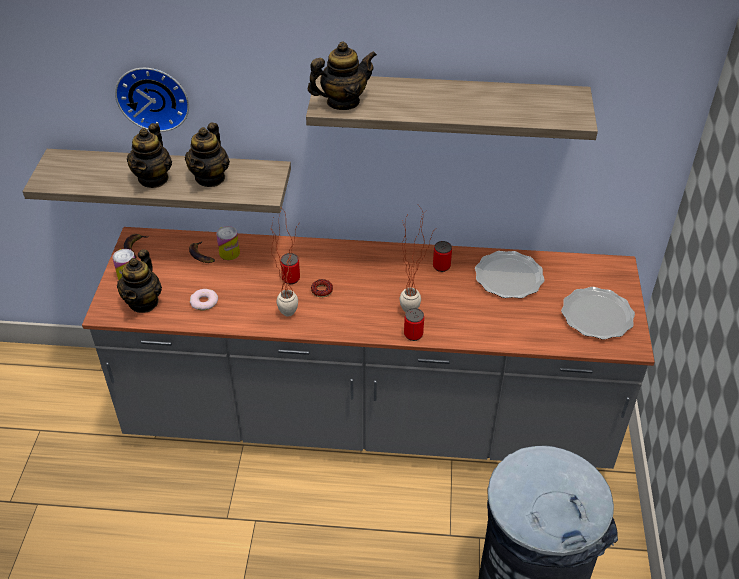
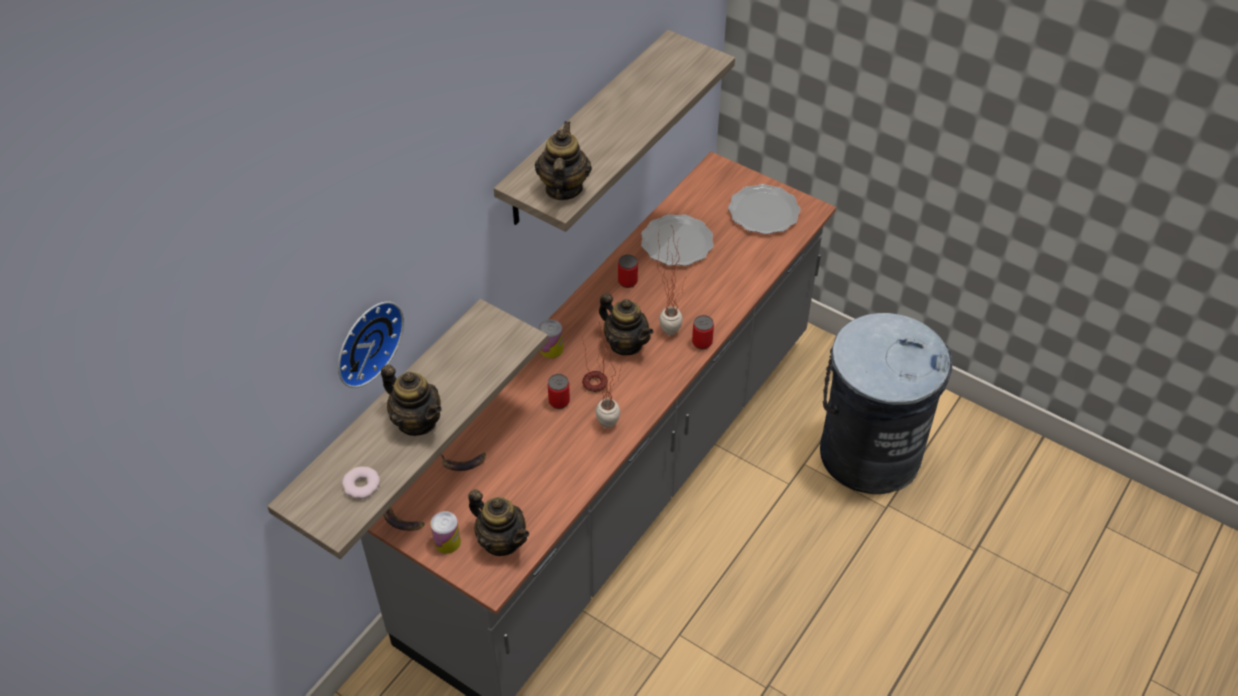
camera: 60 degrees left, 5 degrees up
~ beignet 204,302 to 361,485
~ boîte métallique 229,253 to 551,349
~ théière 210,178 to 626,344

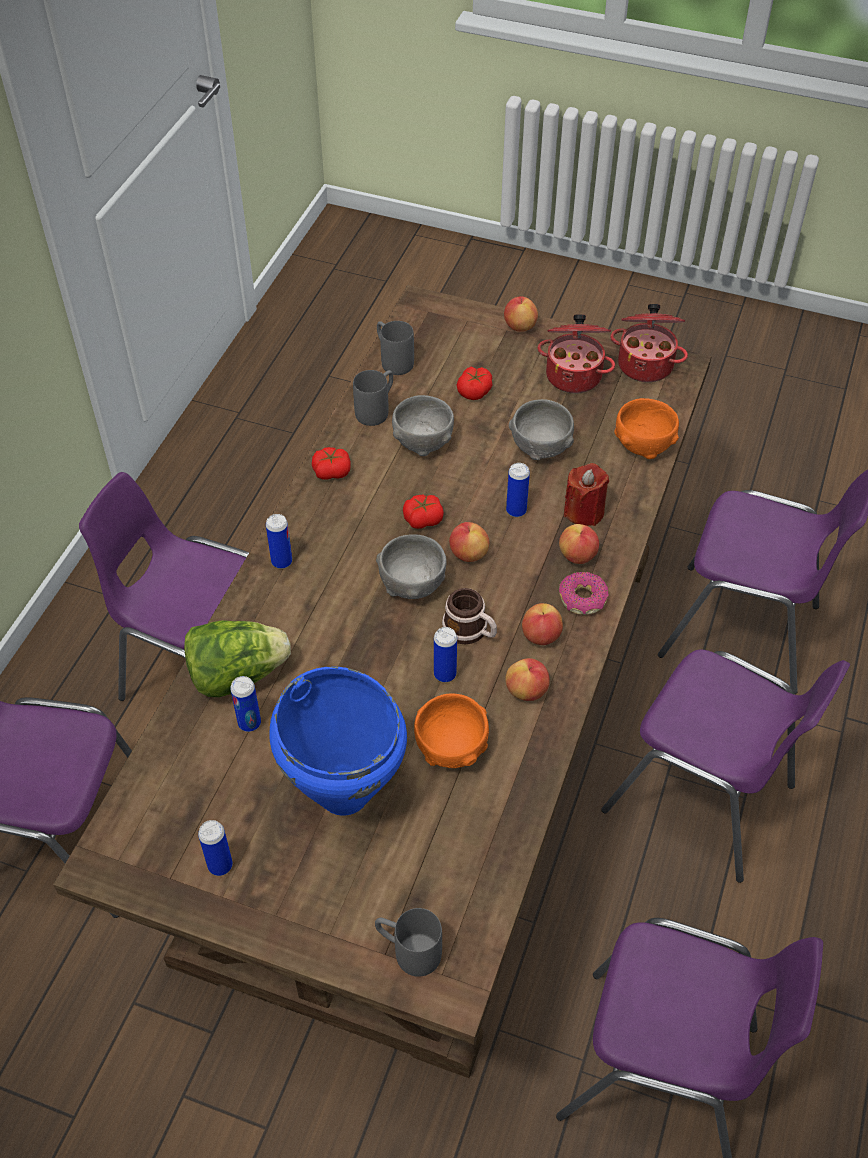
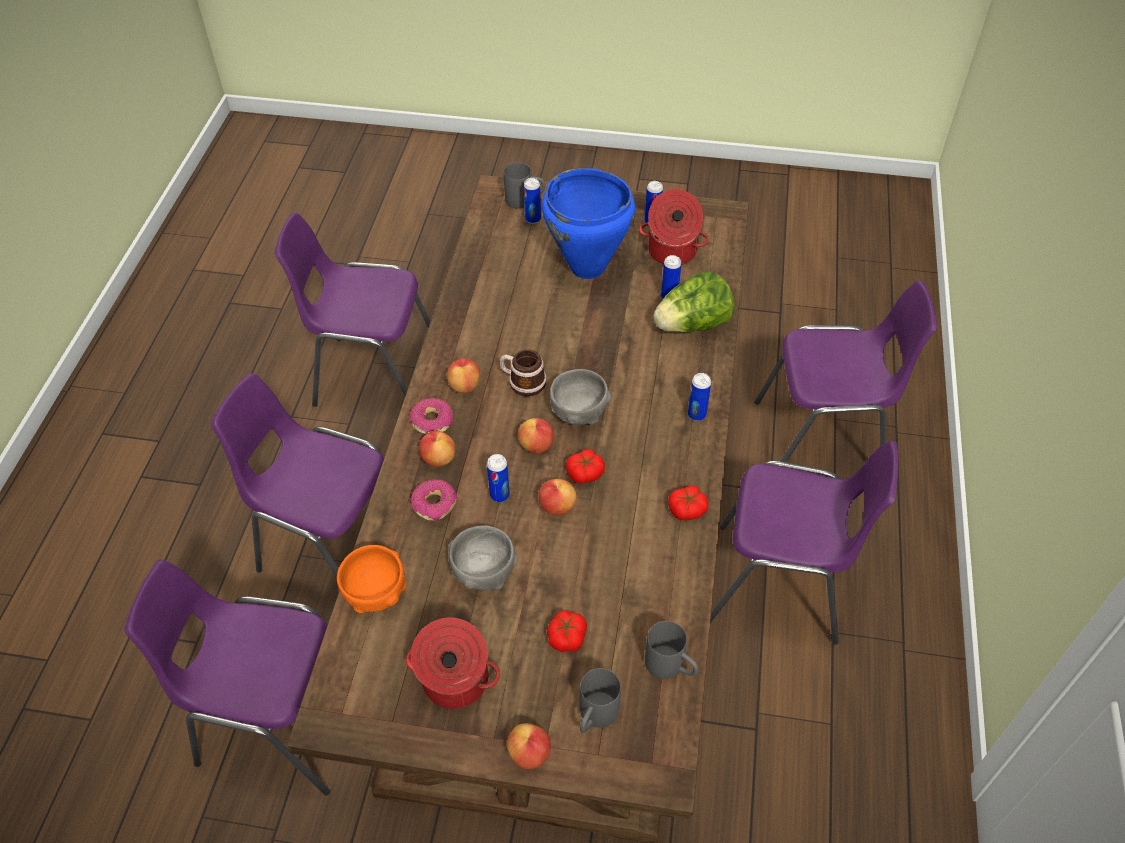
camera: 170 degrees right, 0 degrees up
~ bougie/rouge 584,511 to beignet 435,504
~ boîte métallique 445,674 to 533,219
~ pomme 526,691 to 557,507
~ mug/gris 377,410 to 595,717
~ marmite 646,364 to 671,252
- bol/gris 422,442
- bol/orange 451,747

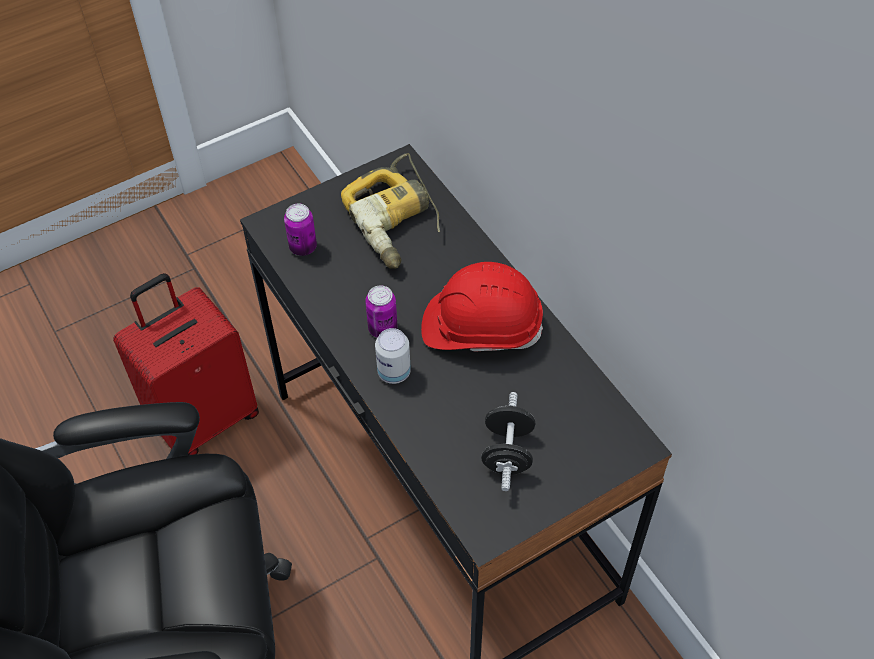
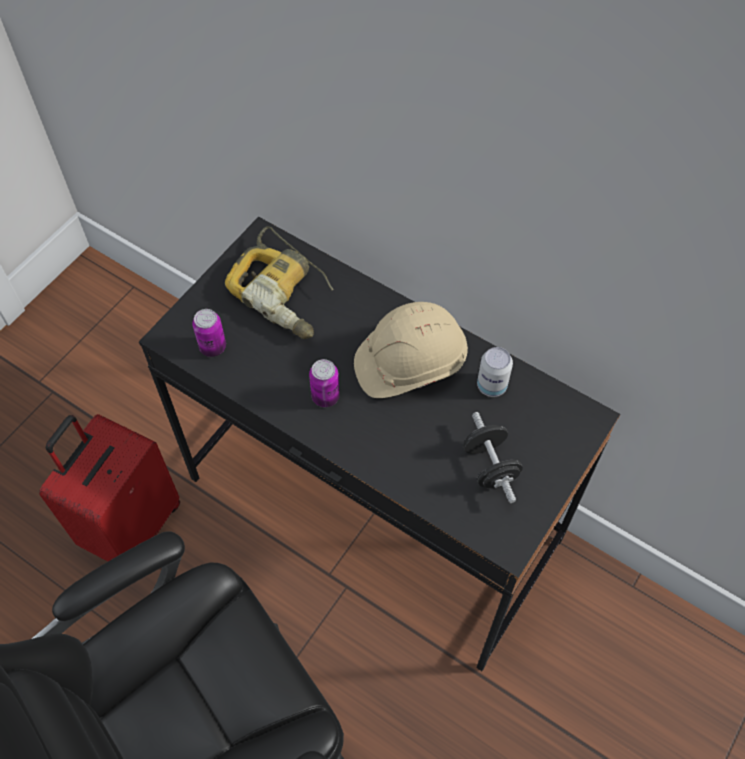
camera: 25 degrees left, 5 degrees up
~ casque de chantier/rouge 481,327 to casque de chantier/beige 409,363
~ boîte métallique 394,372 to 491,386

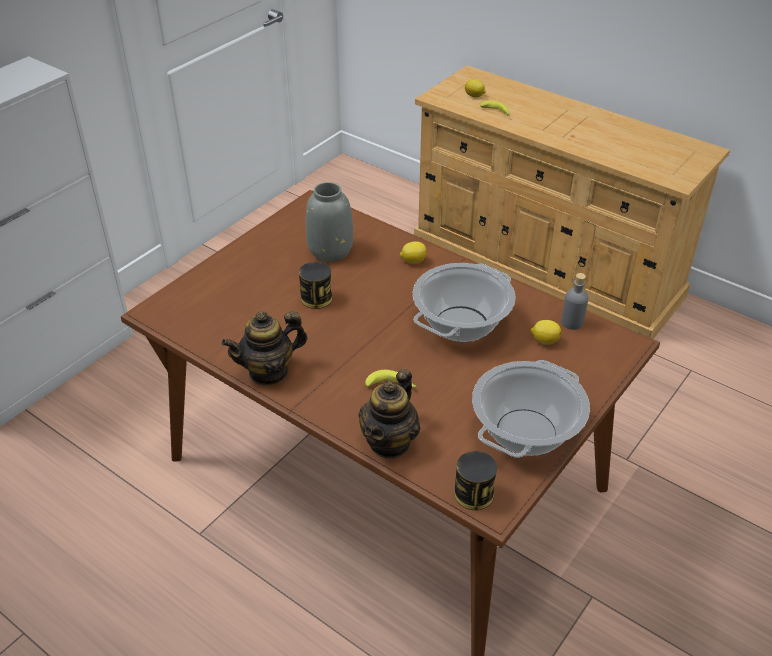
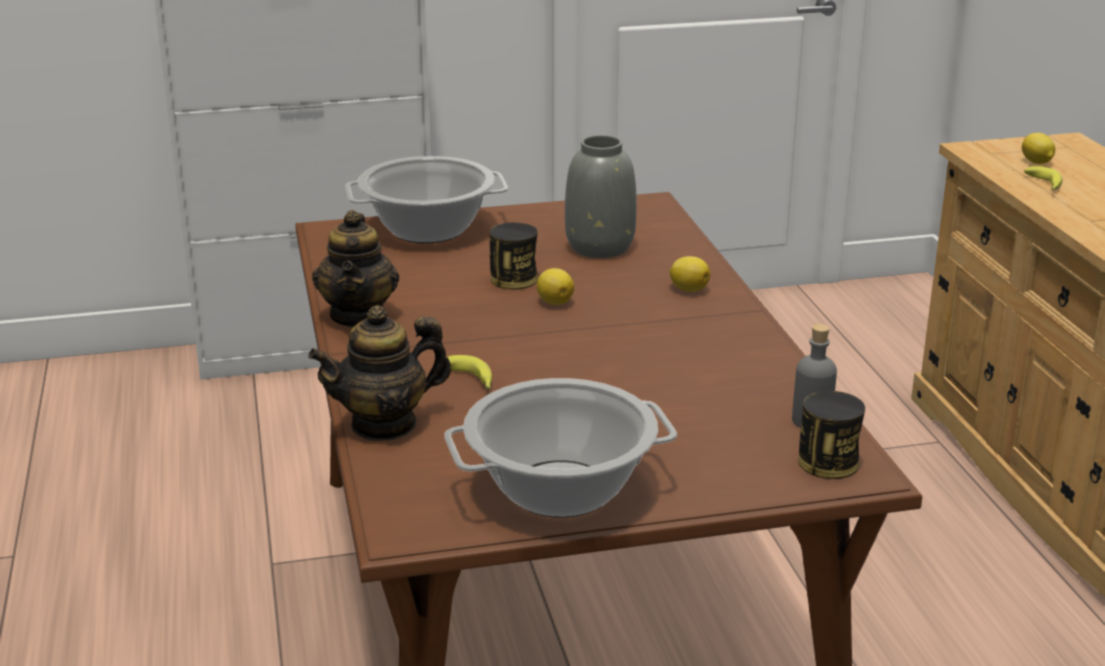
camera: 40 degrees right, 15 degrees down
~ théière 269,372 = 359,316 105 degrees counterclockwise
~ marmite 461,324 to 428,229
~ citron 544,340 to 555,302
~ boîte métallique 473,494 to 828,463

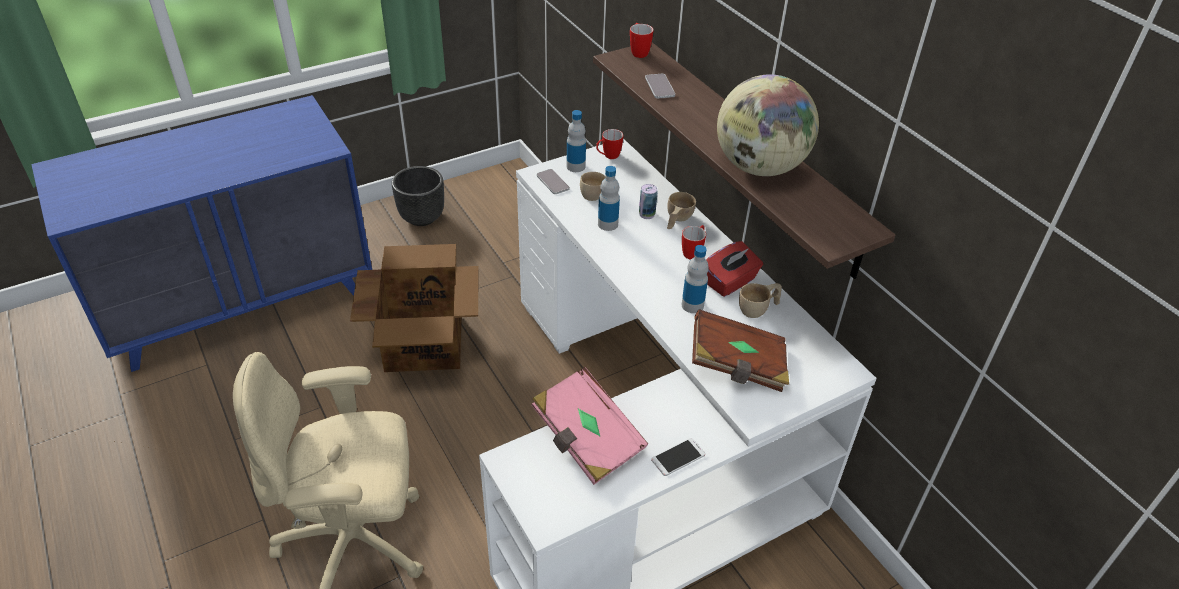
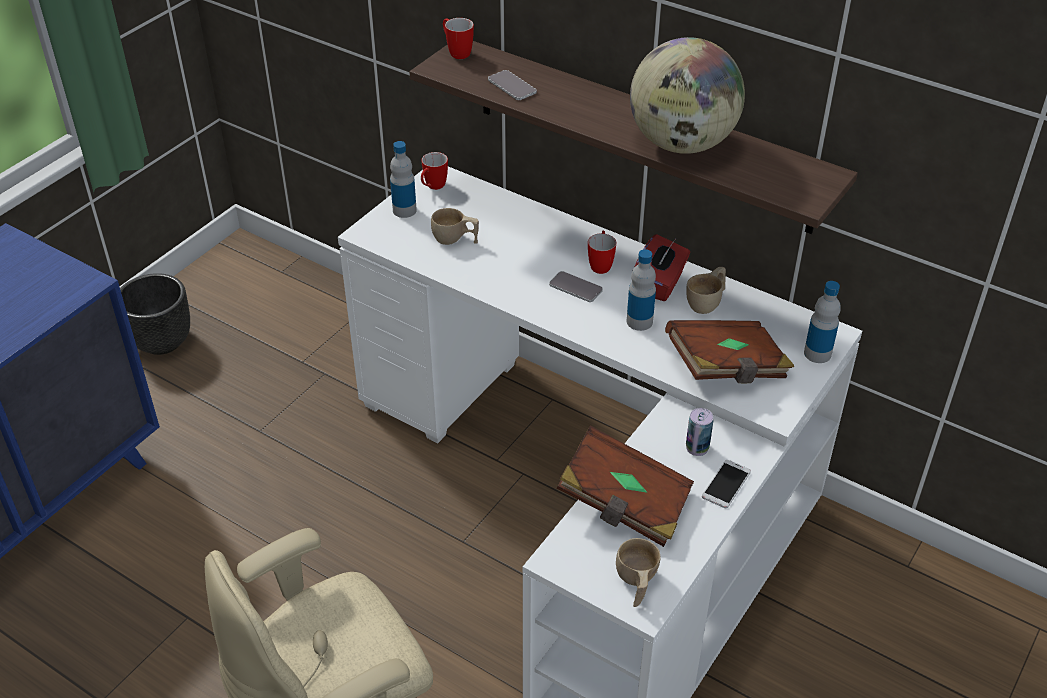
camera: 25 degrees left, 0 degrees up
~ téléphone 553,182 to 575,287
~ livre/rose 587,439 to livre/marron 624,504
~ tasse/beige 677,220 to 635,583
~ boîte métallique 647,214 to 697,448
~ bouteille 608,224 to 817,353
- carton 424,343

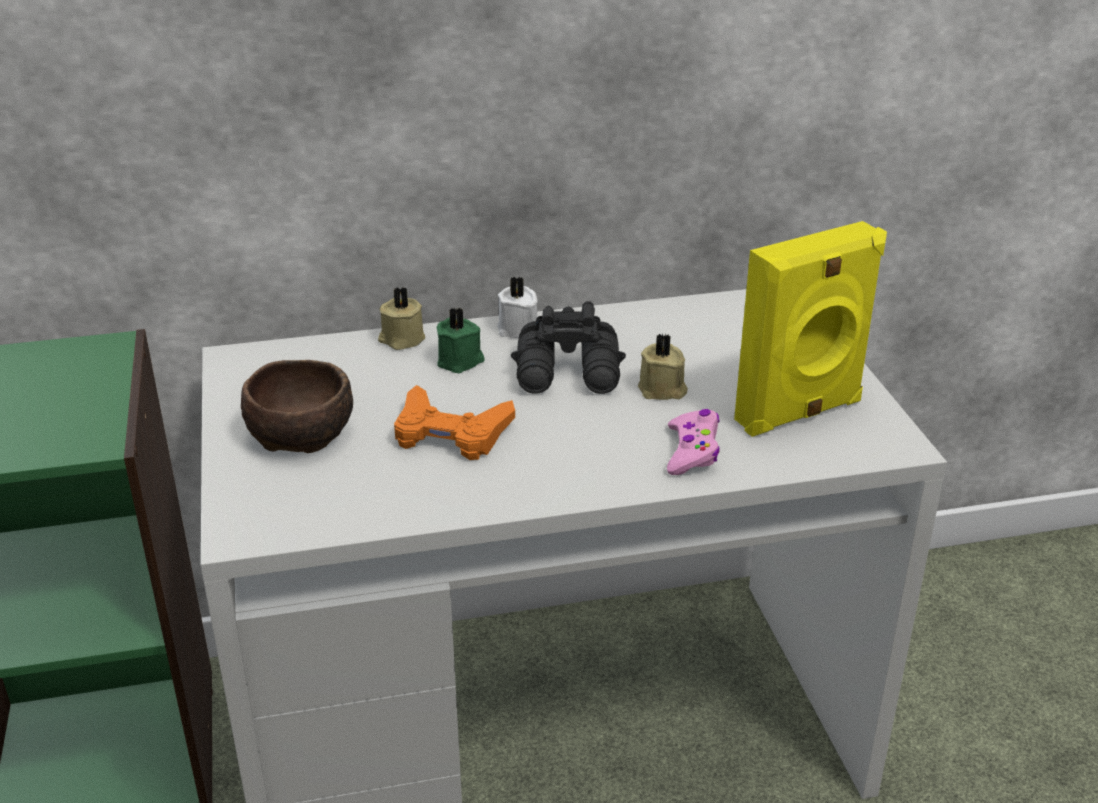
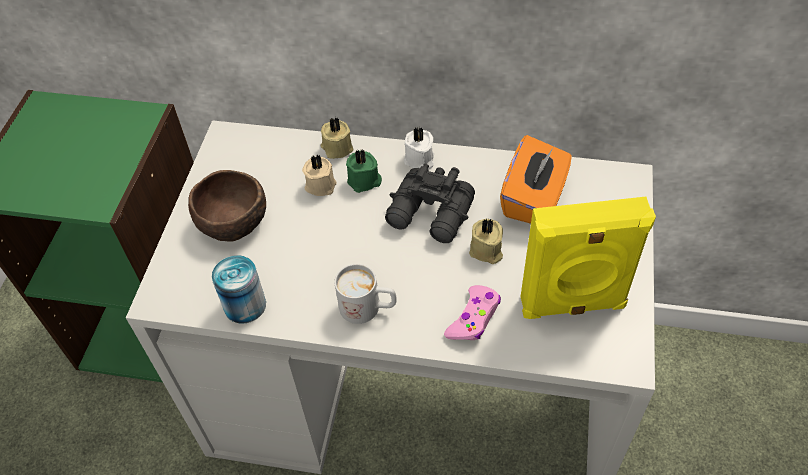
camera: 25 degrees right, 20 degrees up
+ boîte métallique 245,305
+ bougie/beige 320,184
+ mug/blanc 368,308
+ boîte à mouchoirs/orange 533,199
- manette/orange 450,433

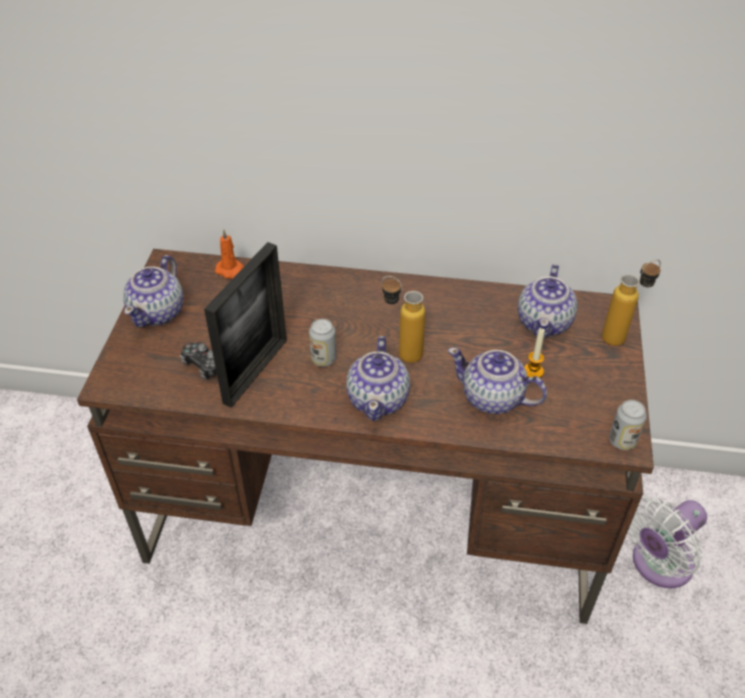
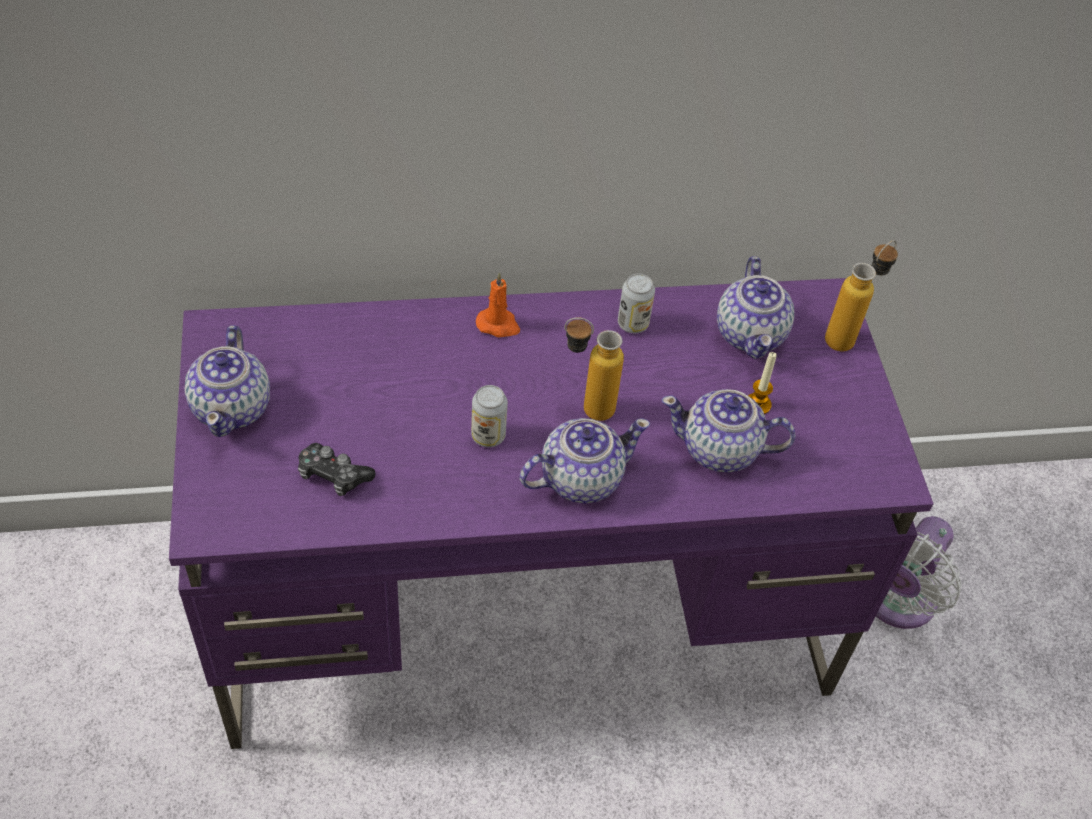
camera: 20 degrees left, 5 degrees up
~ bureau/marron 375,513 to bureau/violet 528,610
~ bougie/orange 231,271 to 498,325
~ théière 378,399 = 579,478 105 degrees counterclockwise
~ boîte métallique 622,441 to 632,324
- cadre photo 255,371

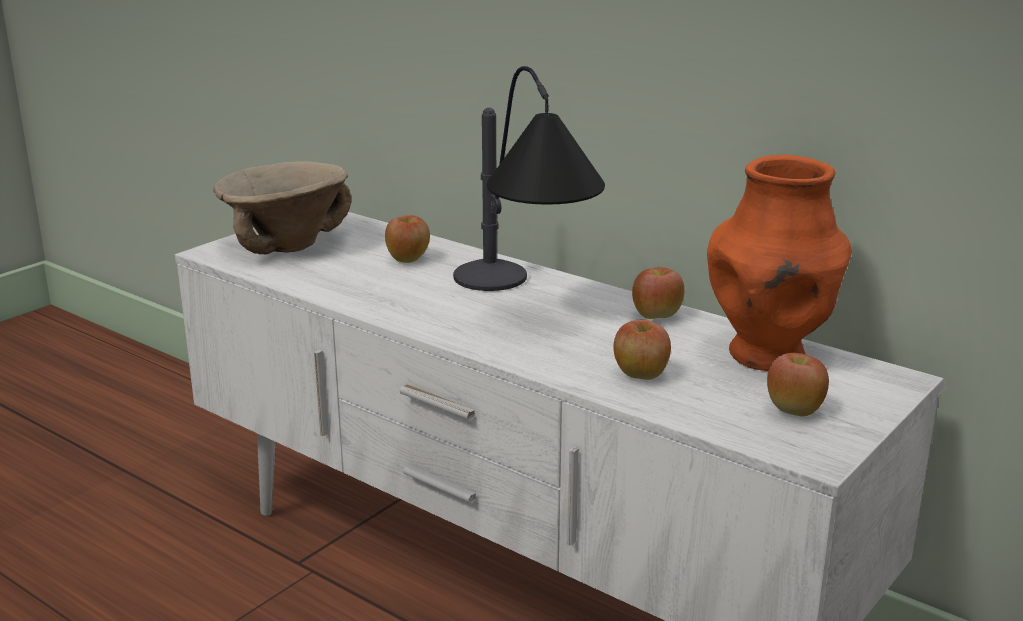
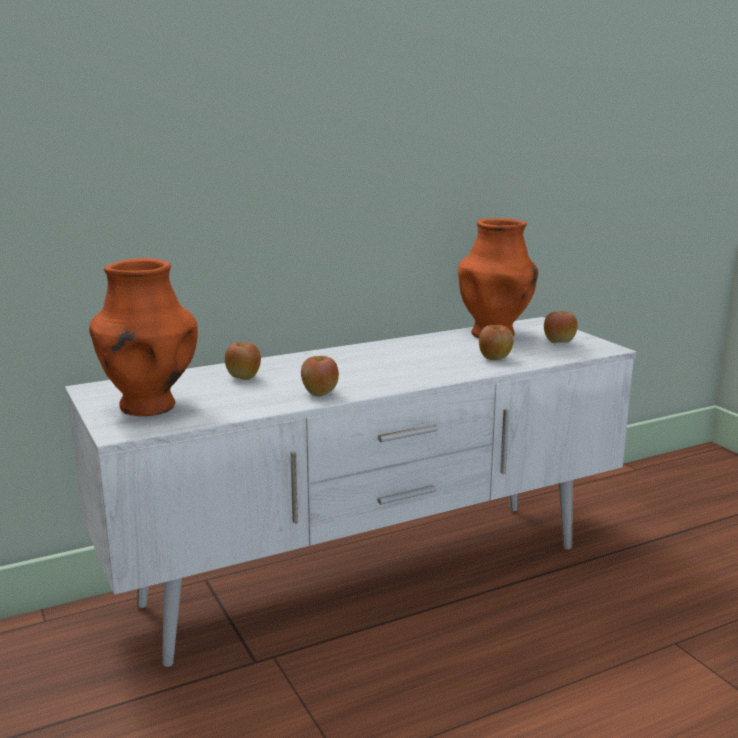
camera: 65 degrees left, 5 degrees down
~ bol/beige 285,245 to vase/orange 148,407
~ pomme 656,316 to 319,393
- lampe de table 523,303

